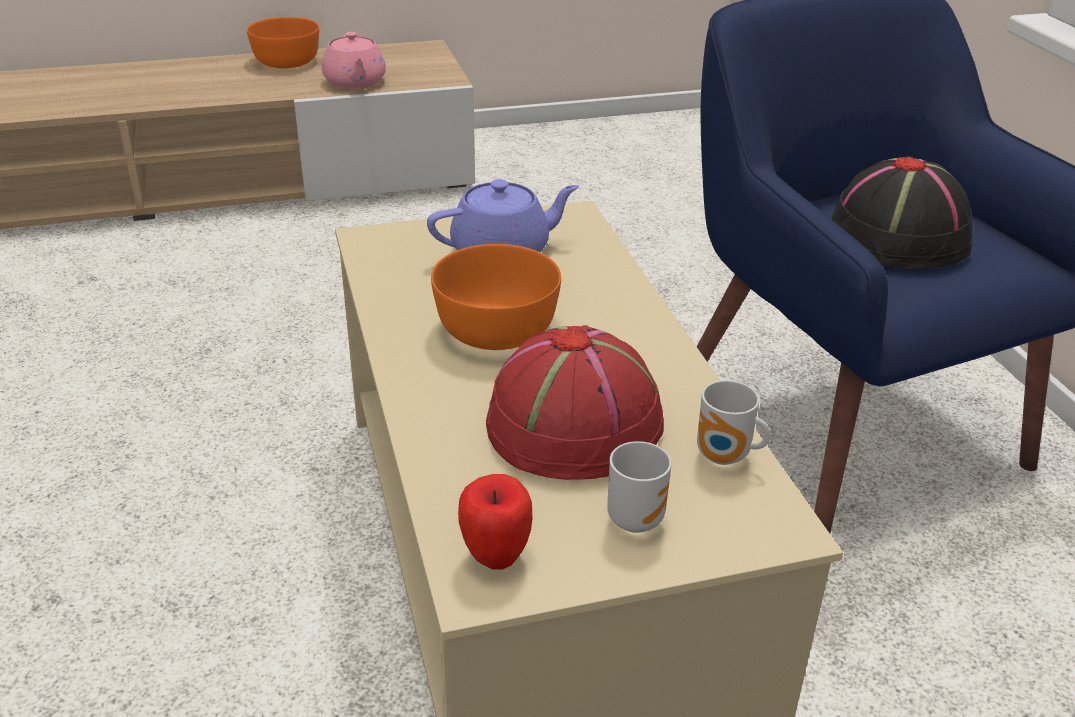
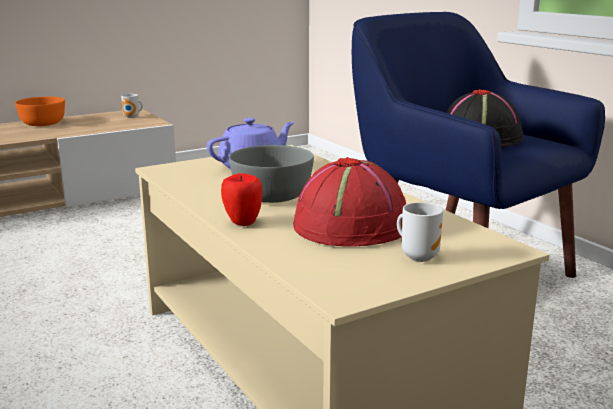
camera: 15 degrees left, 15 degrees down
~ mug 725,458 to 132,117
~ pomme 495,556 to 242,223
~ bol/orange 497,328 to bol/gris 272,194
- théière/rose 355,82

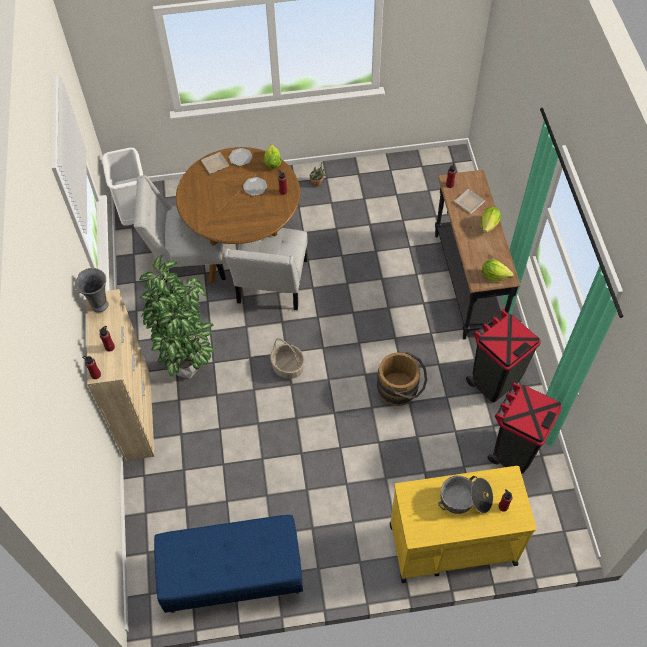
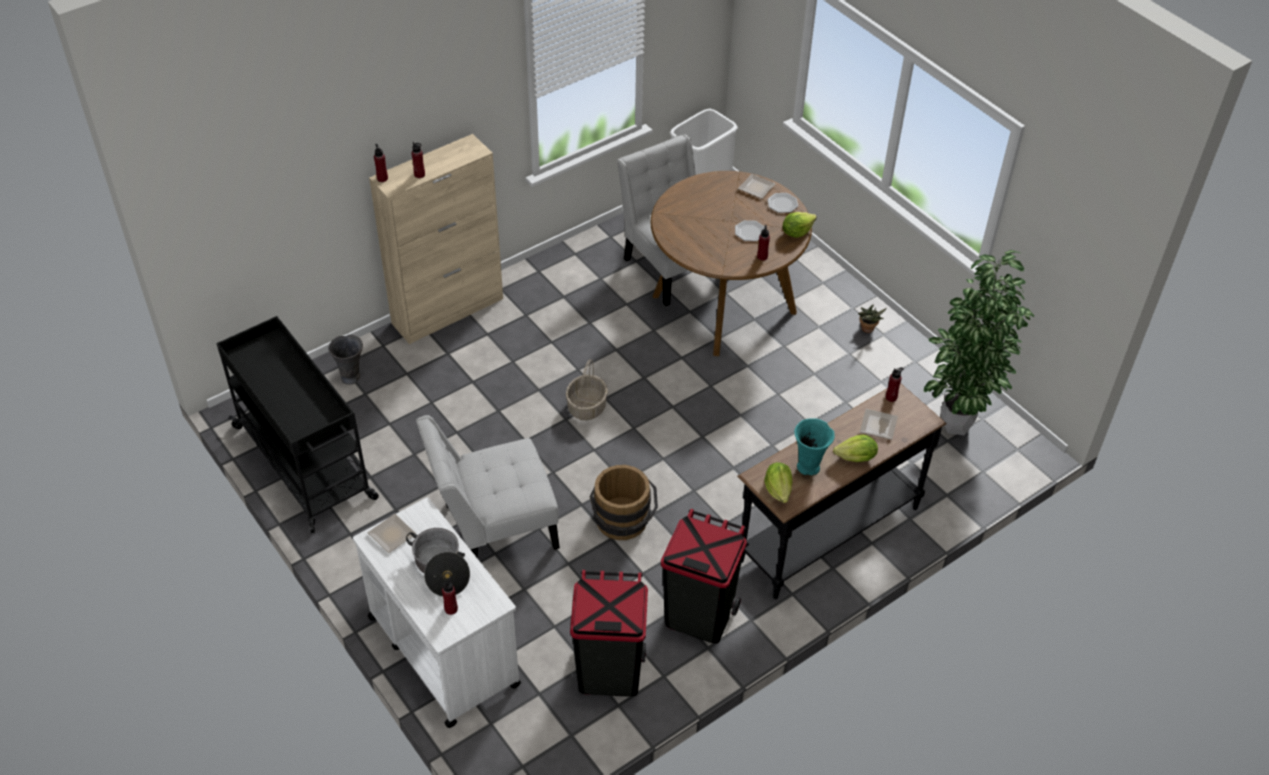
camera: 60 degrees right, 10 degrees down
~ banc/bleu 232,576 to chariot/noir 305,464
~ vase/gris 100,304 to 351,377
~ chariot/jaune 451,544 to chariot/blanc 443,650
+ assiette 392,536
~ chaise/blanc 271,285 to 494,528
+ vase/turquoise 809,468
~ plante en pot 190,371 to 956,428

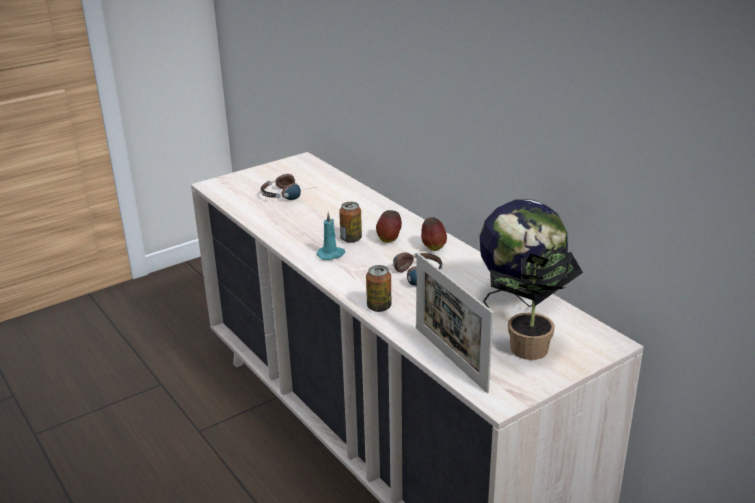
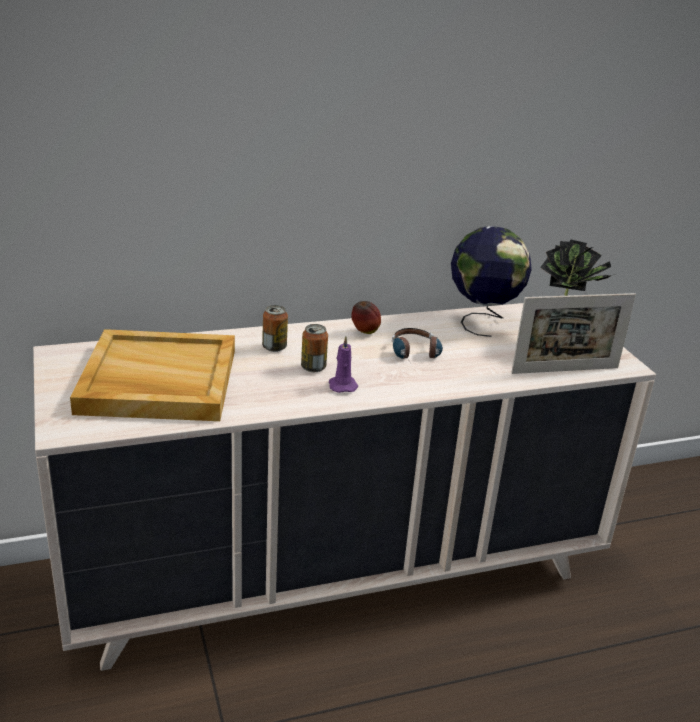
camera: 75 degrees left, 0 degrees up
~ casque audio 289,194 to plateau/beige 157,381
~ boîte métallique 379,307 to 274,347
~ bougie/turquoise 331,254 to bougie/violet 342,385
- pomme 389,240

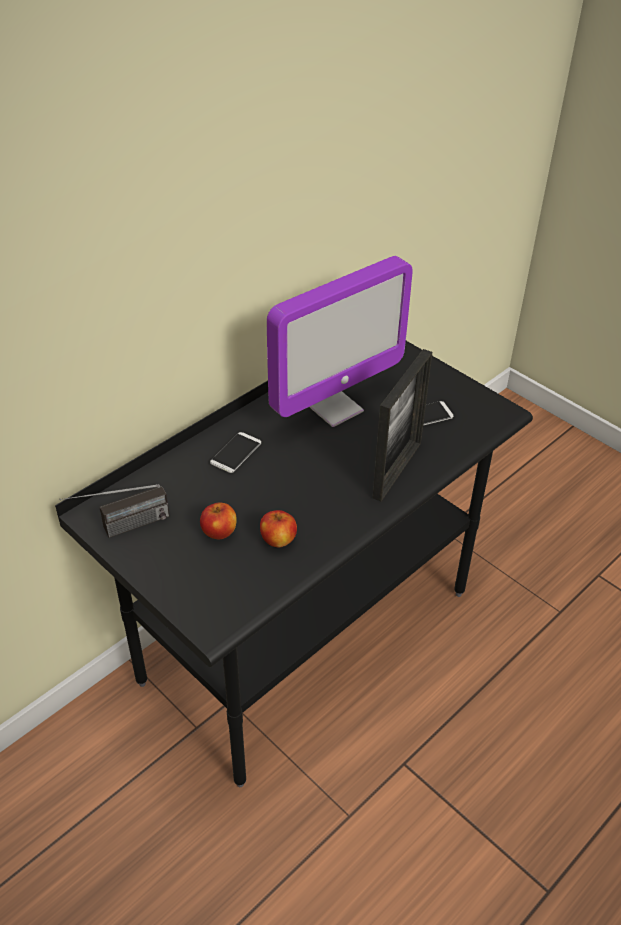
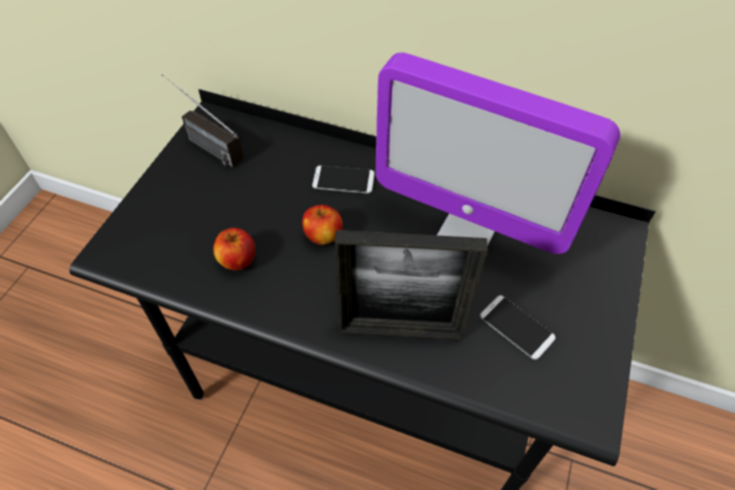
camera: 65 degrees right, 10 degrees up
~ pomme 219,532 to 323,236

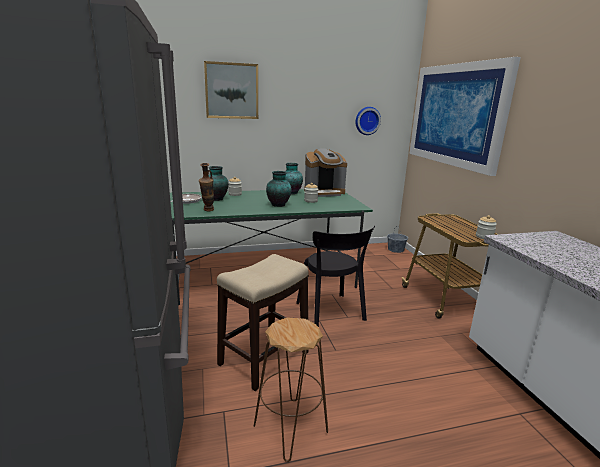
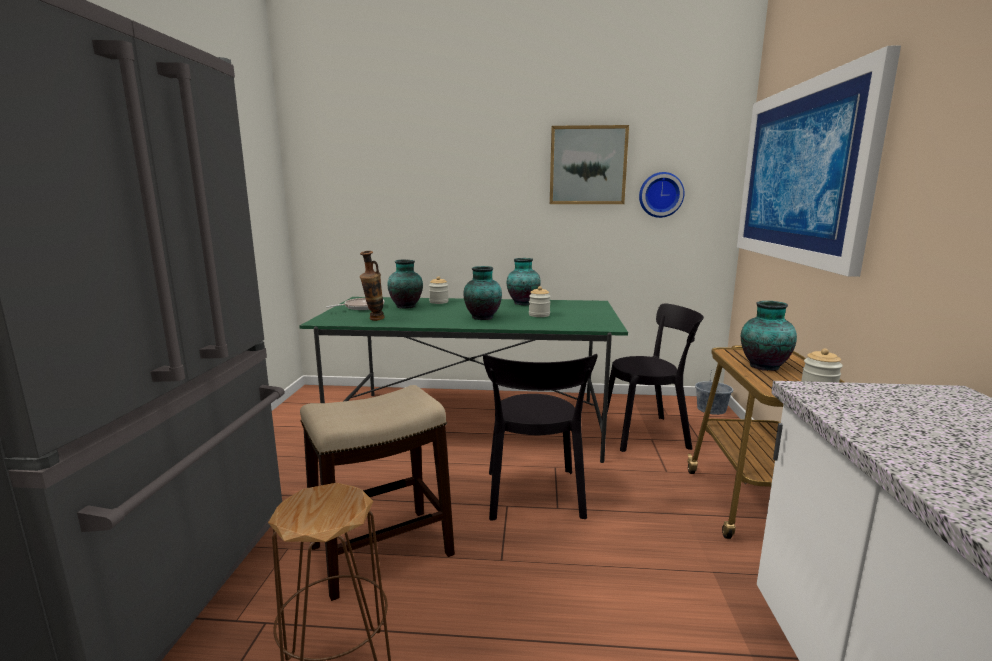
camera: 20 degrees right, 5 degrees down
~ tableau 231,91 to 587,165
+ chaise/noir 648,433
+ vase 763,367
- machine à café 324,192

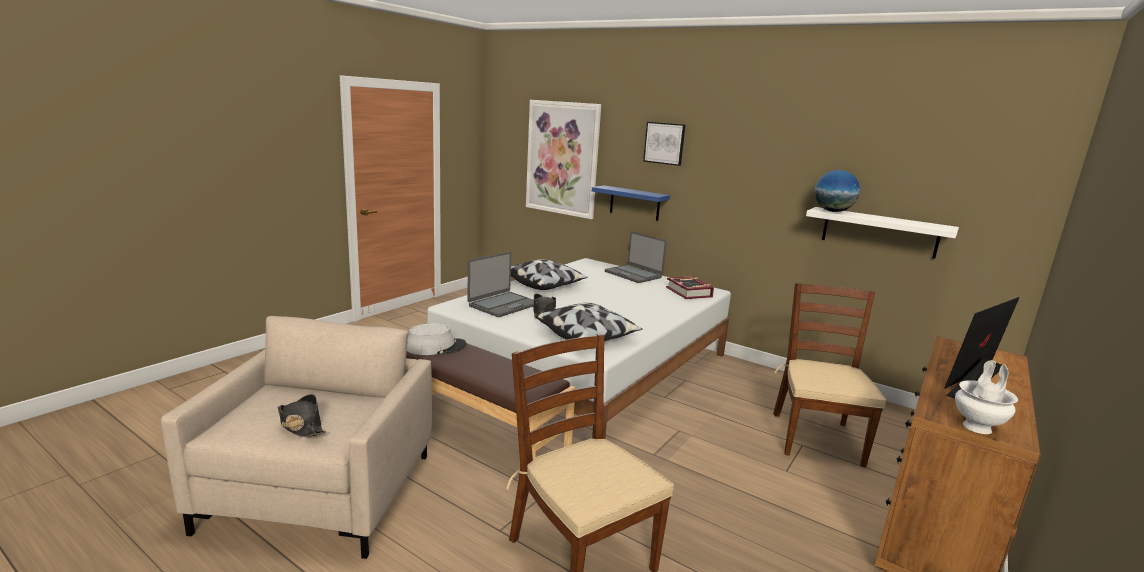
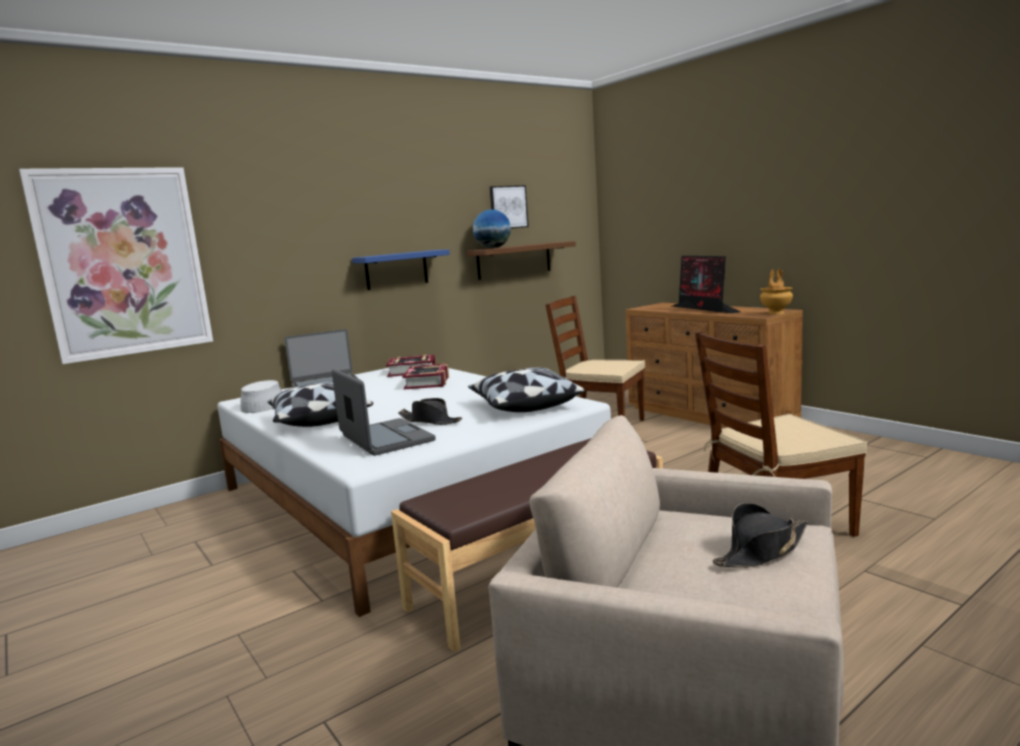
camera: 70 degrees left, 5 degrees down
~ chapeau/gris 436,347 to 265,404
~ étagère/bleu 634,203 to 396,270
+ livre 427,382
~ étagère/blanc 879,232 to étagère/marron 514,260
~ tableau 664,143 to 508,207
~ vase/blanc 978,427 to vase/marron 776,313

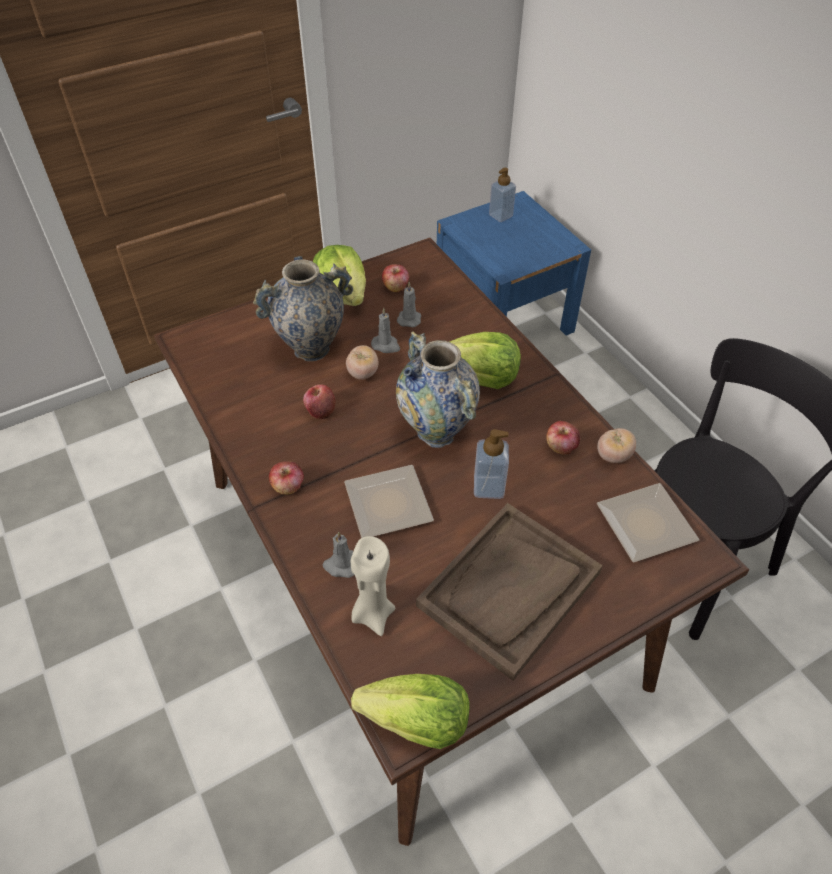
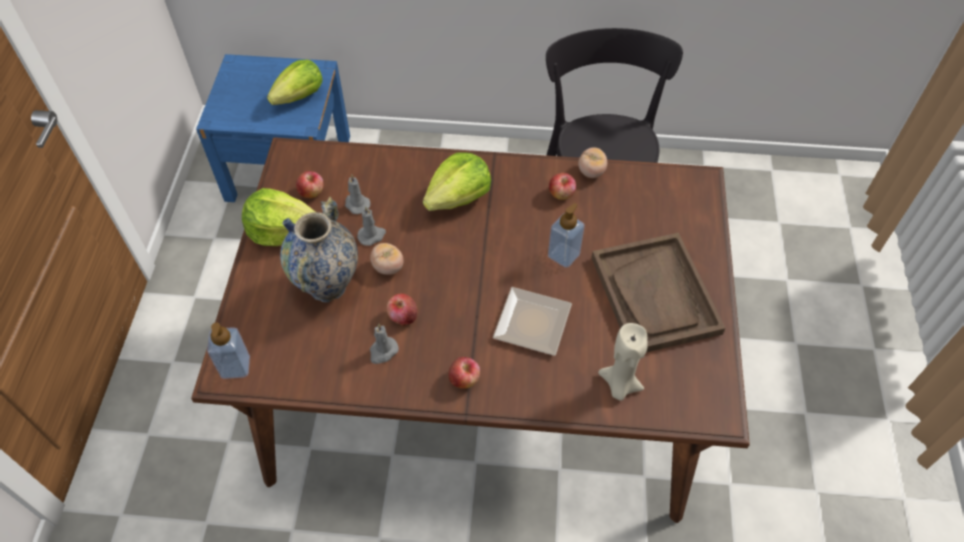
camera: 55 degrees left, 5 degrees up
~ distributeur de savon 500,215 to 235,366
~ laitue 417,722 to 300,96
~ bougie/gris 341,565 to 383,351
- vase 436,432
- assiette 646,522

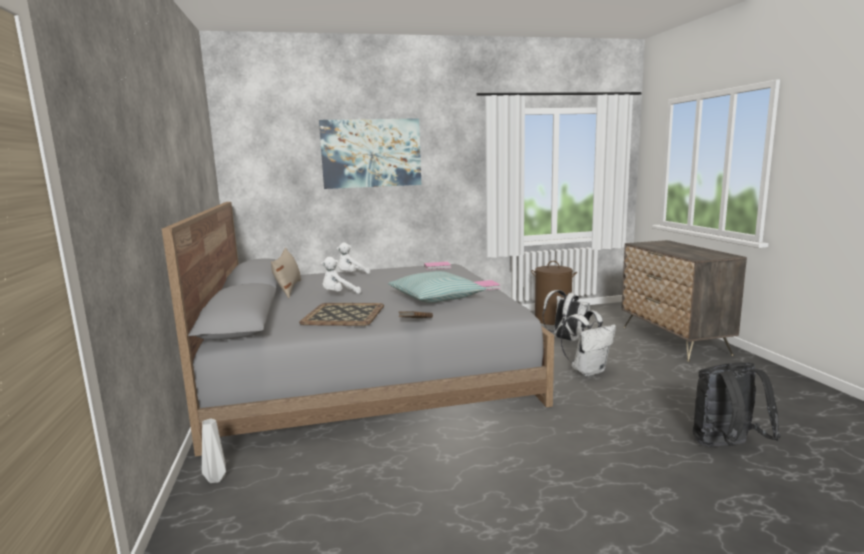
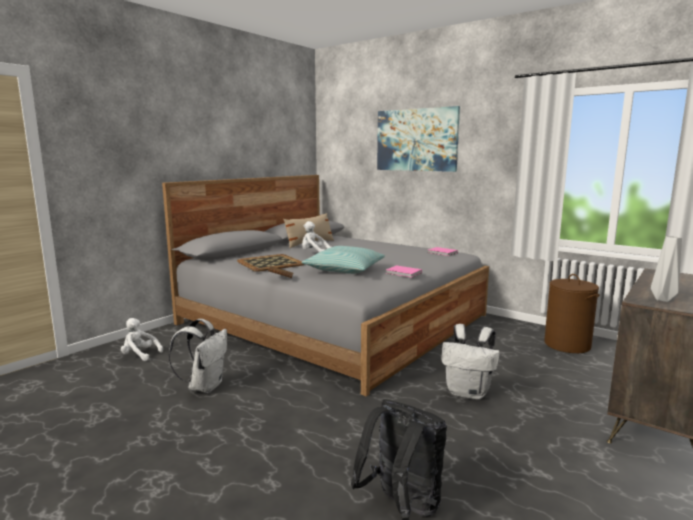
camera: 50 degrees right, 0 degrees up
~ peluche/blanc 351,275 to 139,355
~ sac à dos/blanc 566,339 to 205,386
~ vase/gris 215,479 to 662,299

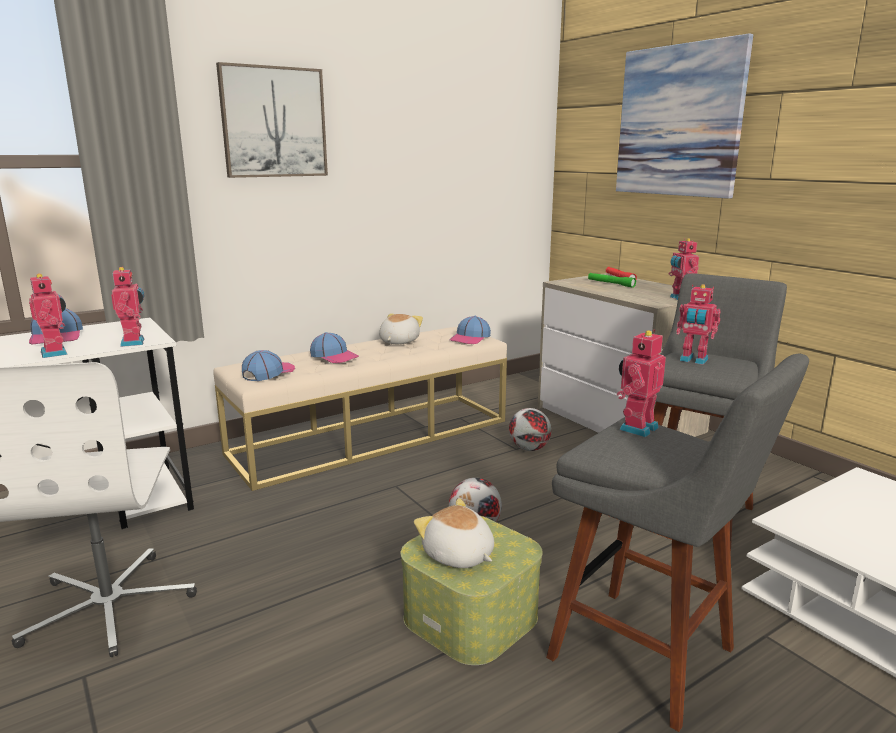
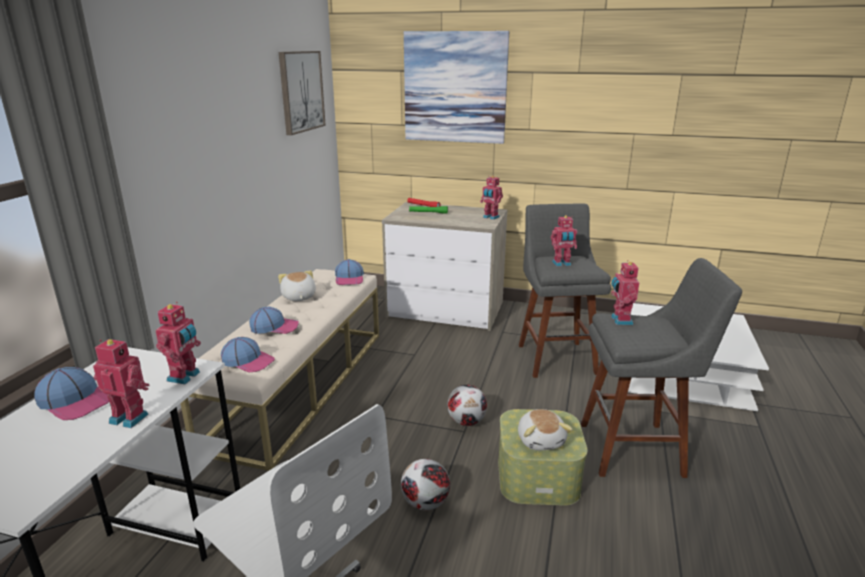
camera: 40 degrees left, 5 degrees up
~ robot jouet 134,342 = 185,377 75 degrees clockwise
~ casquette 268,372 = 248,361 120 degrees clockwise
~ tableau 274,122 to 301,91
~ ballon de foot 528,449 to 425,504
~ peluche 458,556 = 541,440 105 degrees counterclockwise

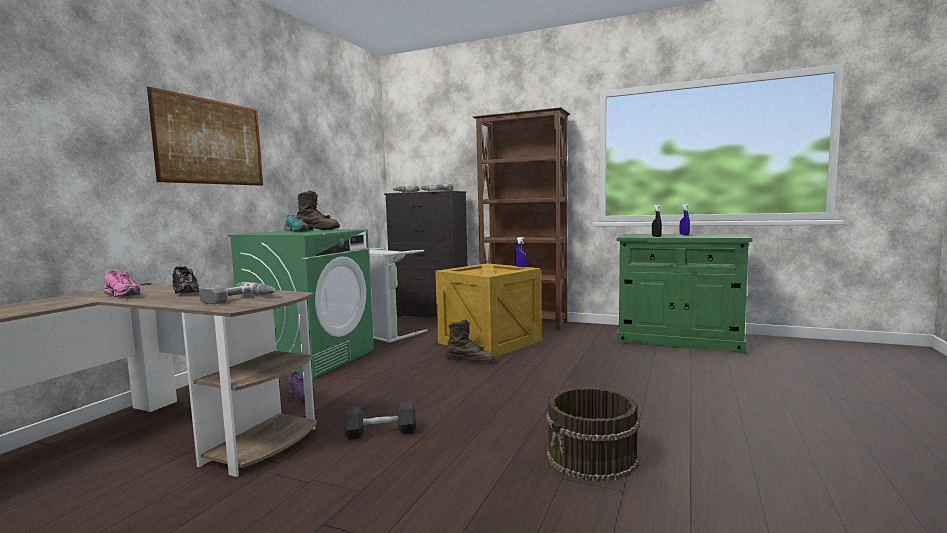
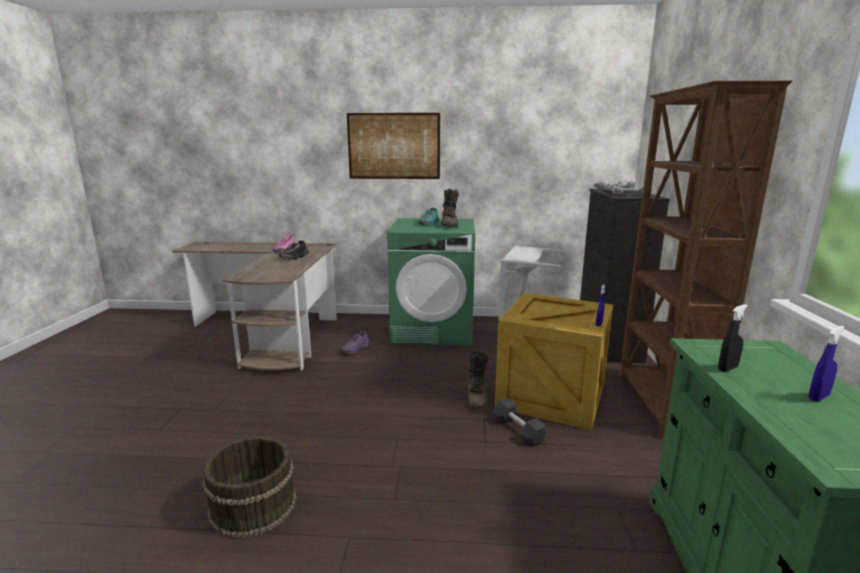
camera: 70 degrees right, 10 degrees up
~ haltère/noir 381,432 to 518,430
- perceuse 239,299

